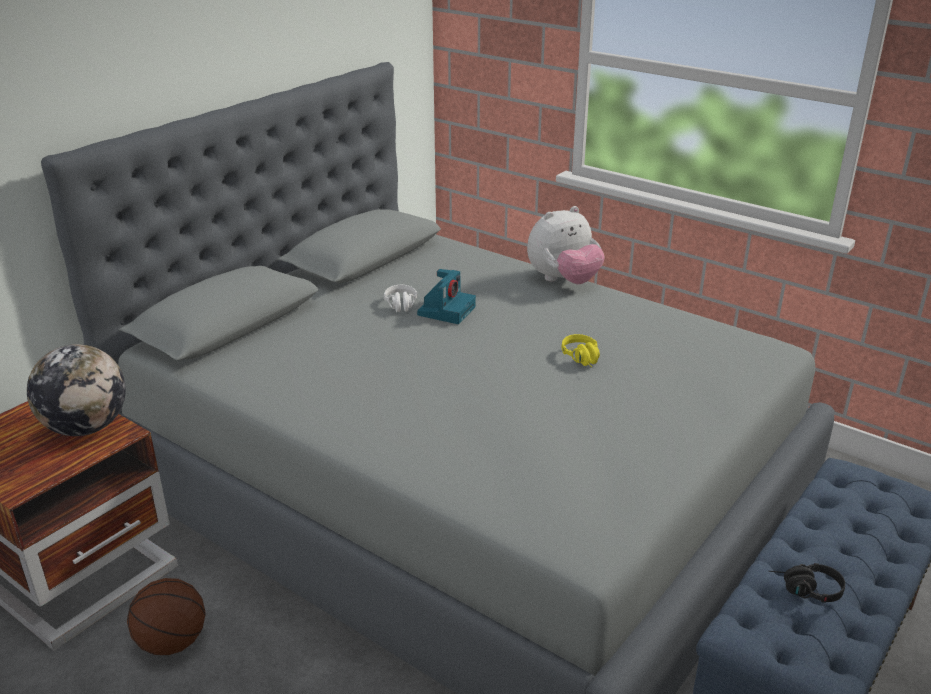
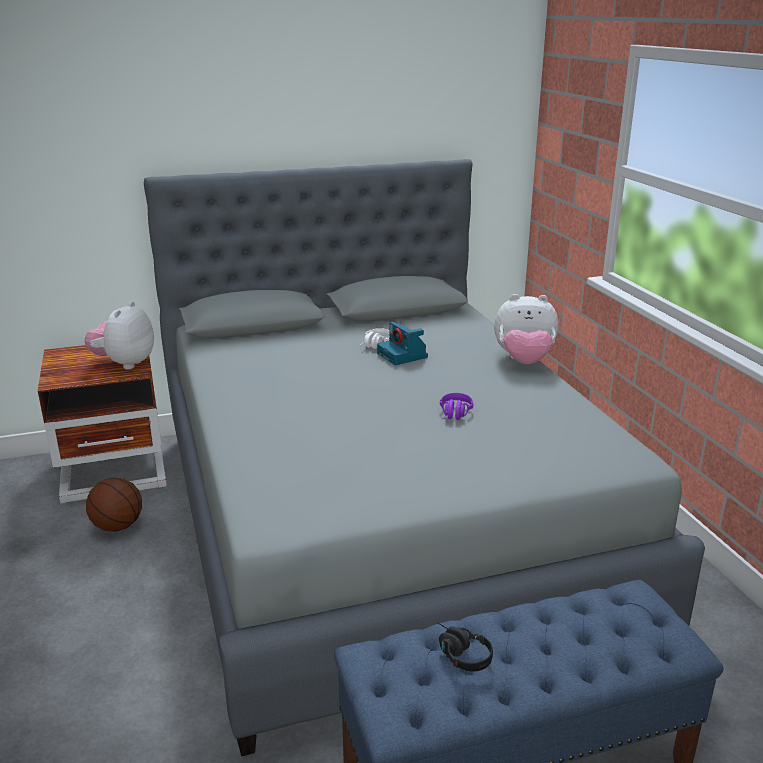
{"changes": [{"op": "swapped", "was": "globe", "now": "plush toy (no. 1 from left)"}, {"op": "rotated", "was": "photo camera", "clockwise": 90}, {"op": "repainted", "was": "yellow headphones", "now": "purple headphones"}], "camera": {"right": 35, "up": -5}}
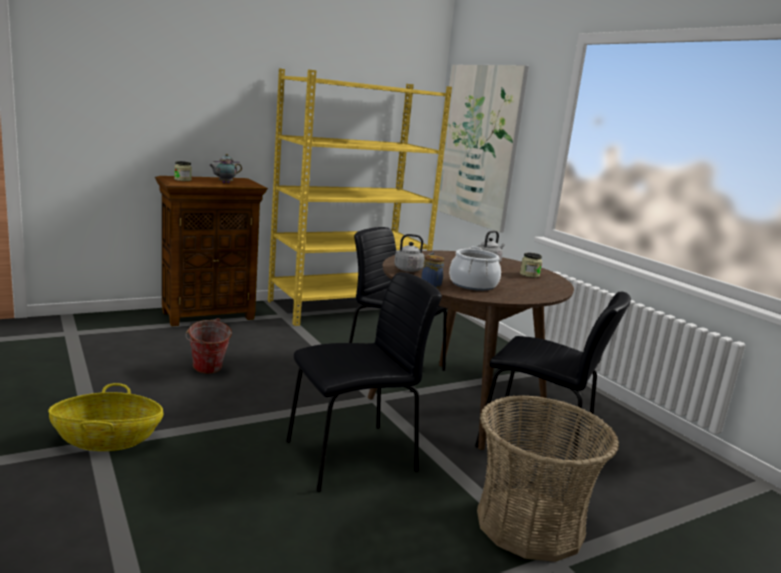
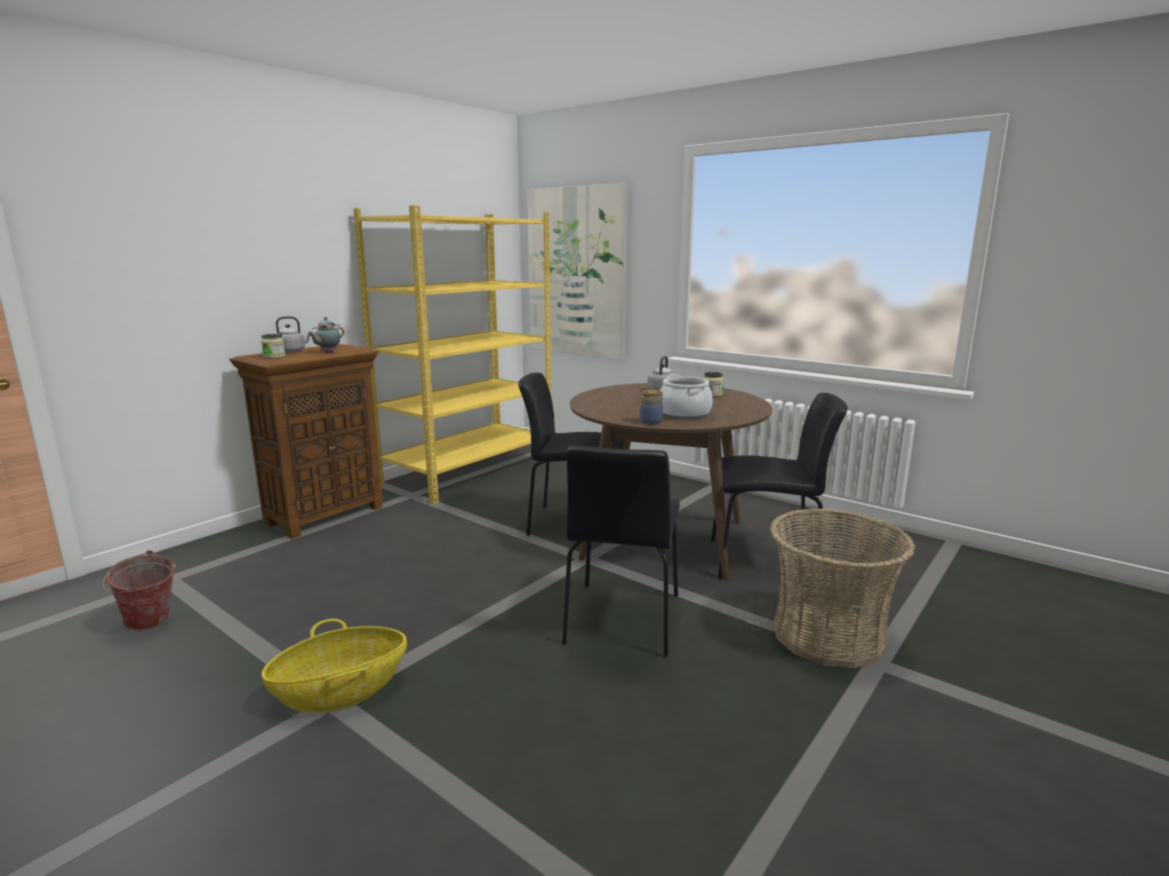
{"changes": [{"op": "shifted", "was": "bucket"}, {"op": "shifted", "was": "grey kettle (no. 1 from left)"}, {"op": "rotated", "was": "black chair (no. 1 from left in the first image)", "clockwise": 150}], "camera": {"right": -20, "up": 0}}
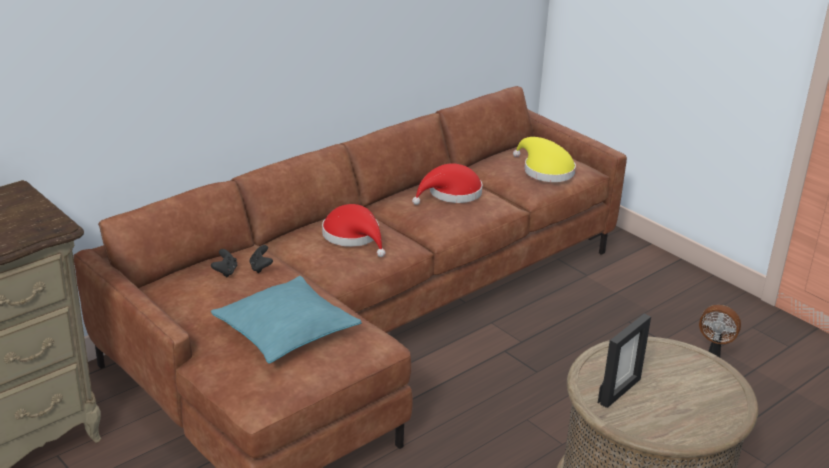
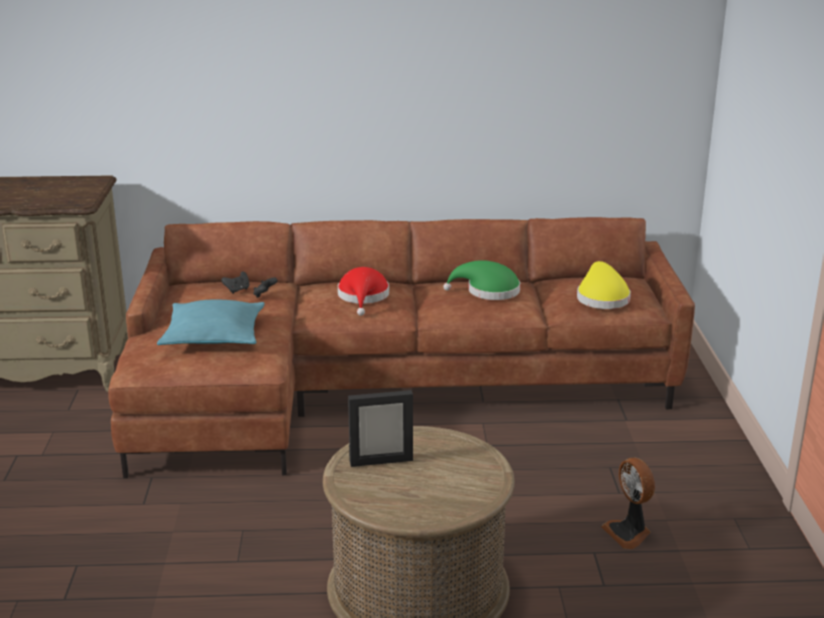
{"changes": [{"op": "repainted", "was": "red hat (no. 2 from left)", "now": "green hat"}], "camera": {"right": 40, "up": -5}}
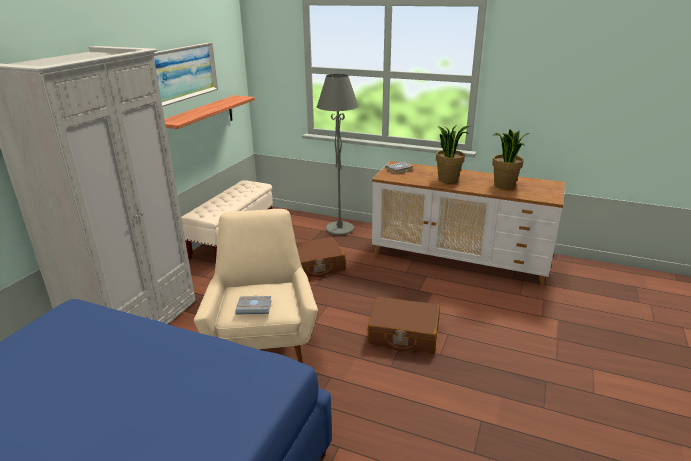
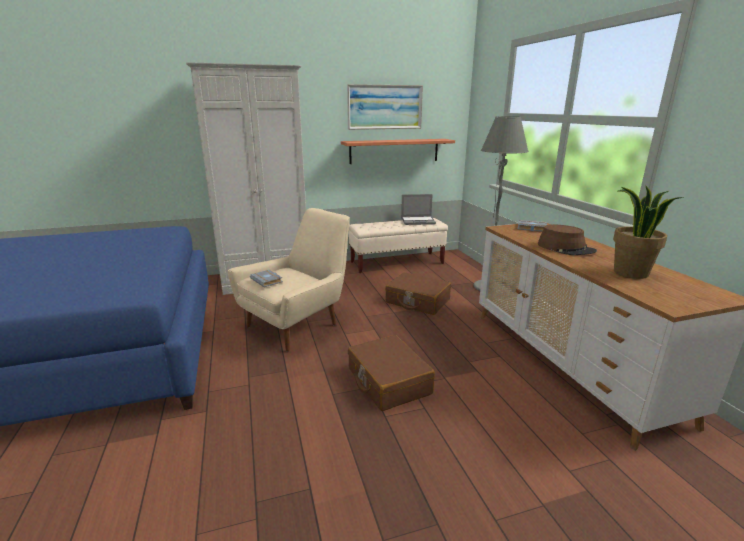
{"changes": [{"op": "new", "now": "laptop"}, {"op": "swapped", "was": "potted plant (no. 1 from left)", "now": "brown hat"}], "camera": {"right": 50, "up": -5}}
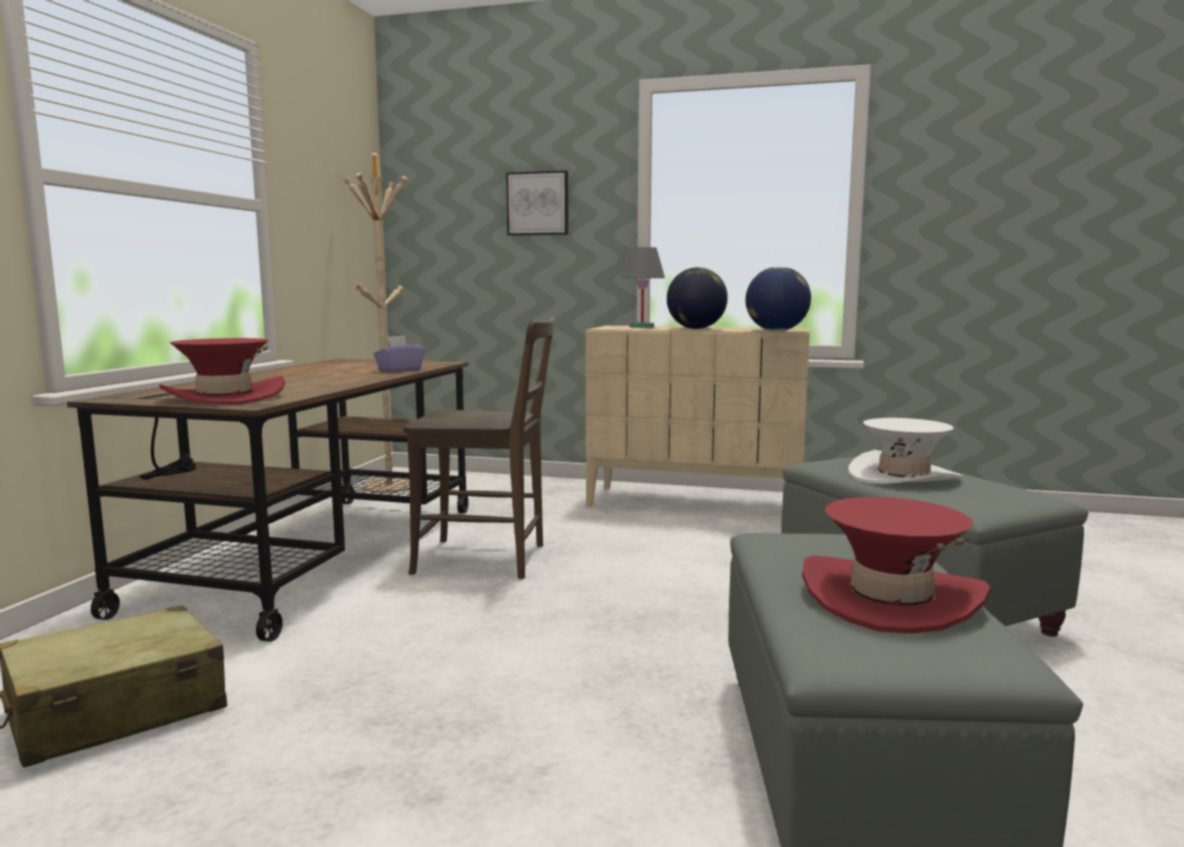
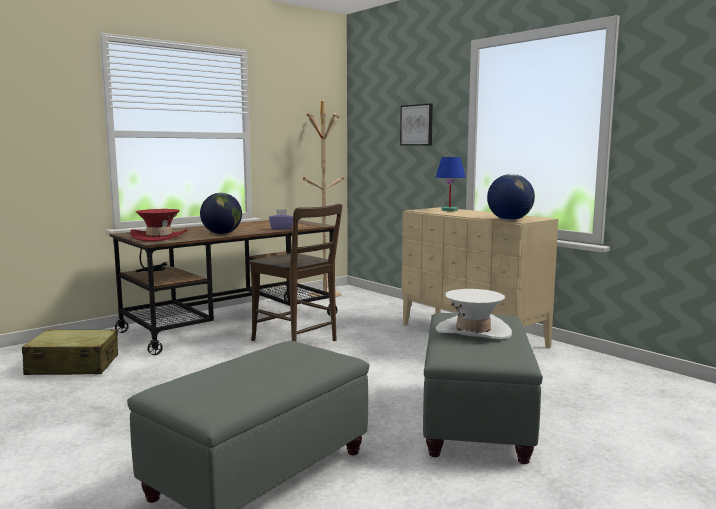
{"changes": [{"op": "shifted", "was": "globe (no. 1 from left)"}, {"op": "repainted", "was": "grey table lamp", "now": "blue table lamp"}, {"op": "gone", "was": "red hat (no. 2 from left)"}], "camera": {"right": 35, "up": 0}}
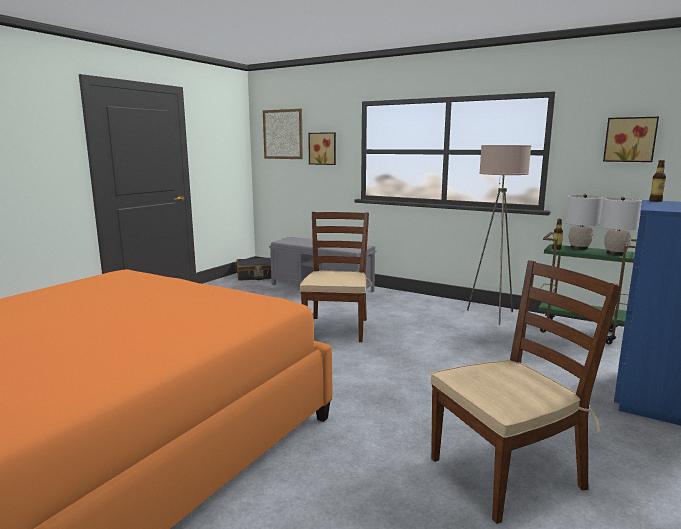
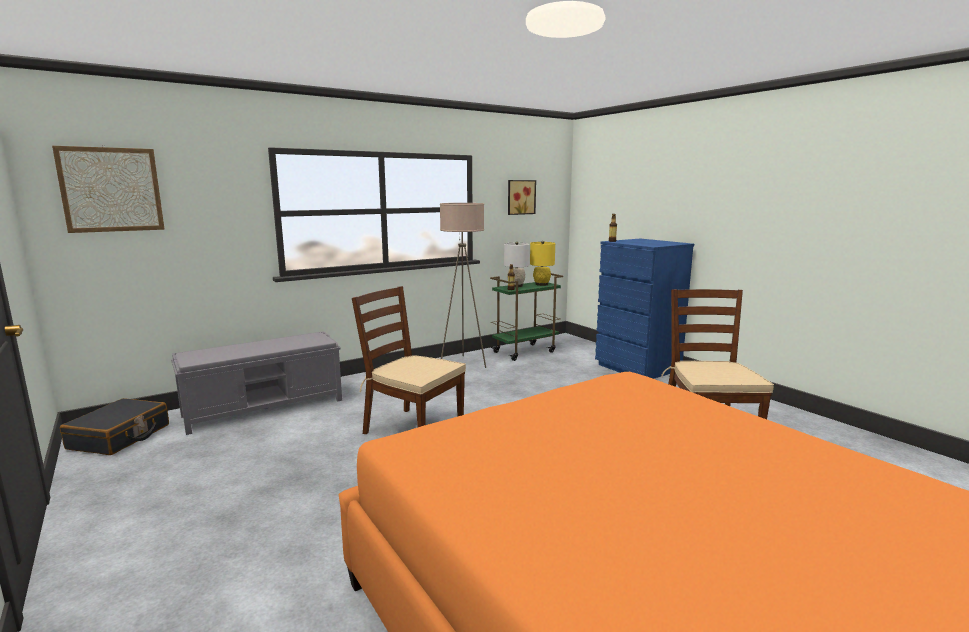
{"changes": [{"op": "repainted", "was": "white table lamp (no. 2 from left)", "now": "yellow table lamp"}, {"op": "gone", "was": "picture (no. 2 from left)"}], "camera": {"right": -65, "up": 0}}
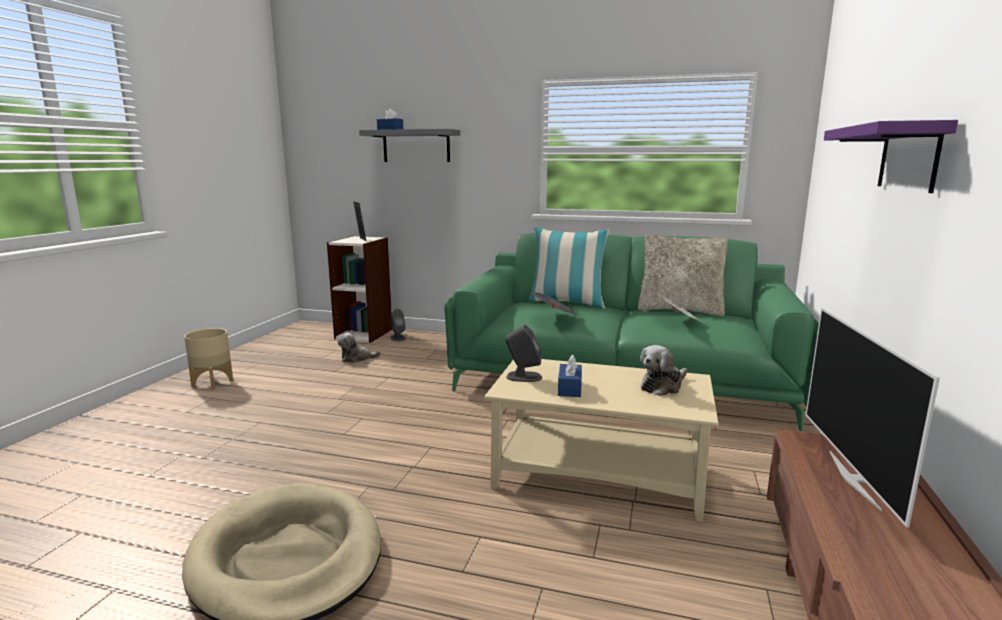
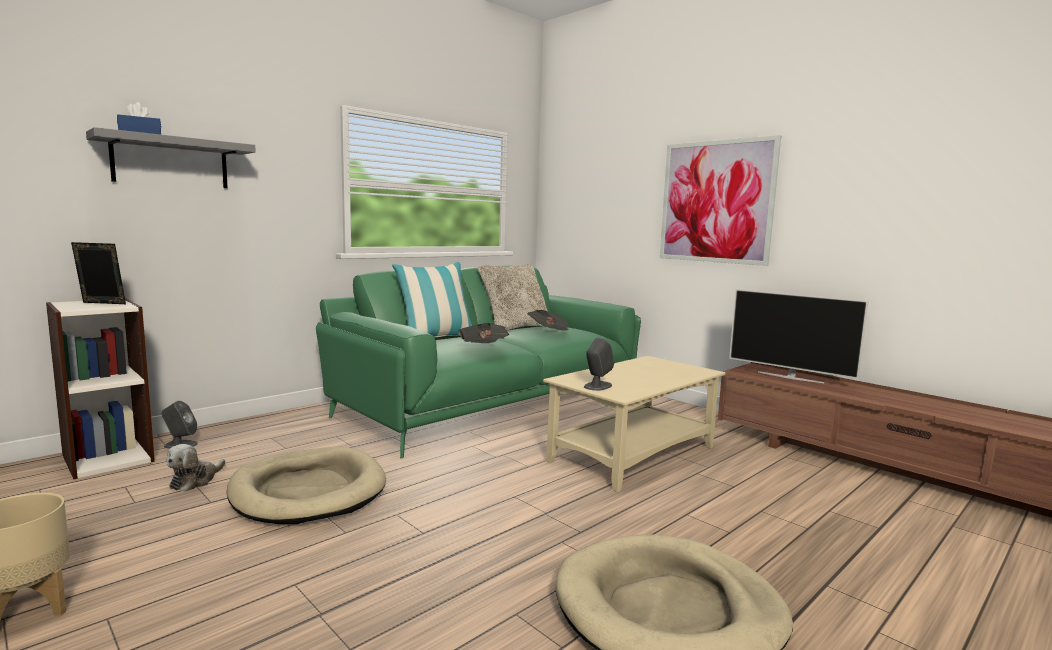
{"changes": [{"op": "new", "now": "beige dog bed (no. 1 from left)"}, {"op": "swapped", "was": "purple shelf", "now": "picture"}, {"op": "gone", "was": "blue tissue box (no. 2 from left)"}, {"op": "gone", "was": "plush toy (no. 2 from left)"}], "camera": {"right": -60, "up": -5}}
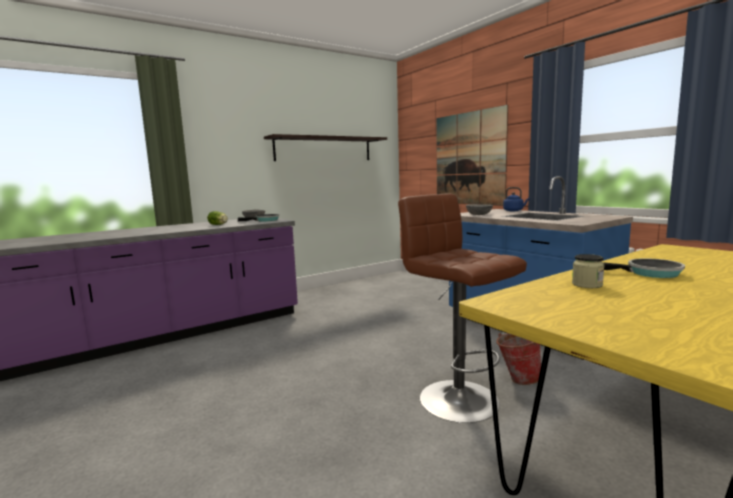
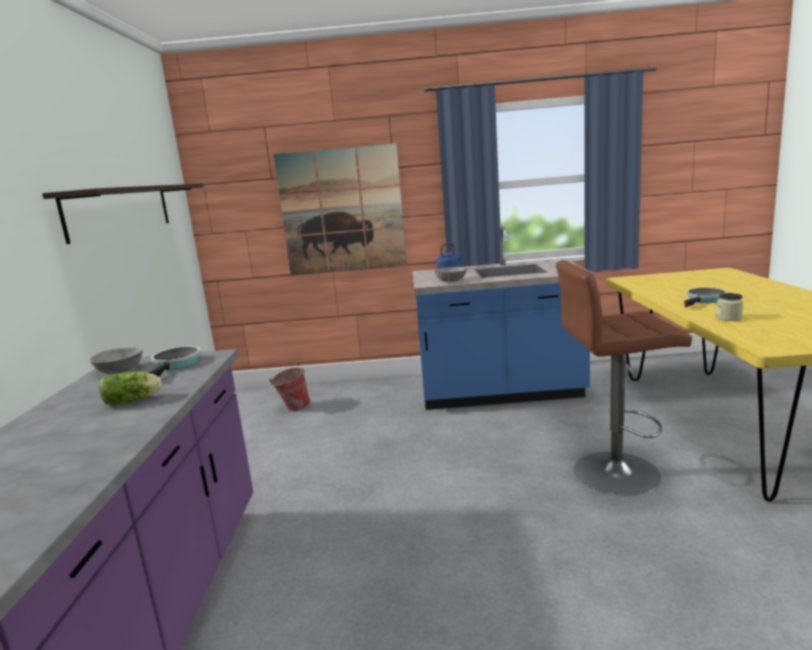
{"changes": [{"op": "shifted", "was": "bucket"}], "camera": {"right": -55, "up": 5}}
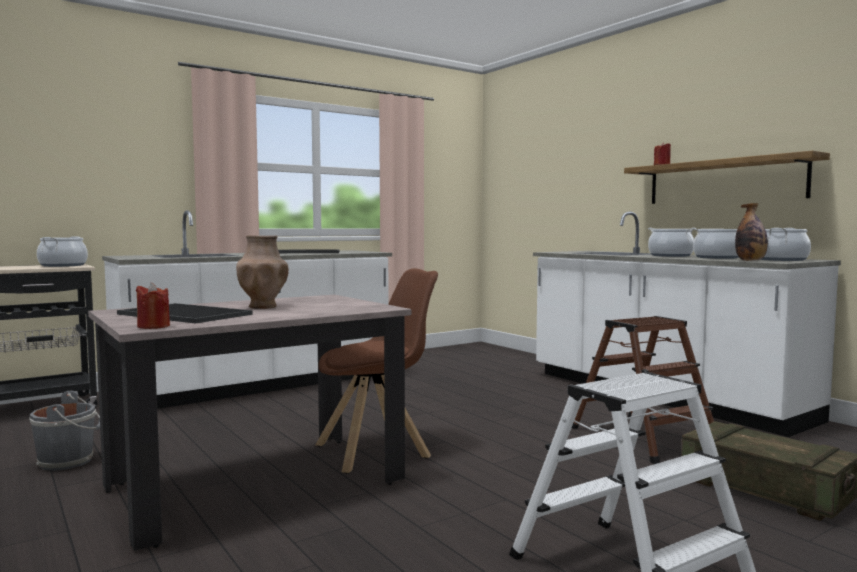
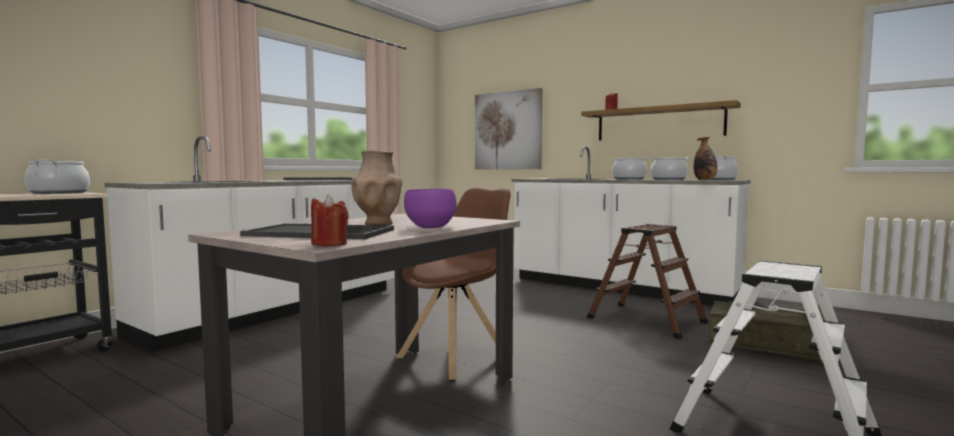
{"changes": [{"op": "new", "now": "purple bowl"}, {"op": "new", "now": "picture"}, {"op": "gone", "was": "grey bucket"}], "camera": {"right": -20, "up": 0}}
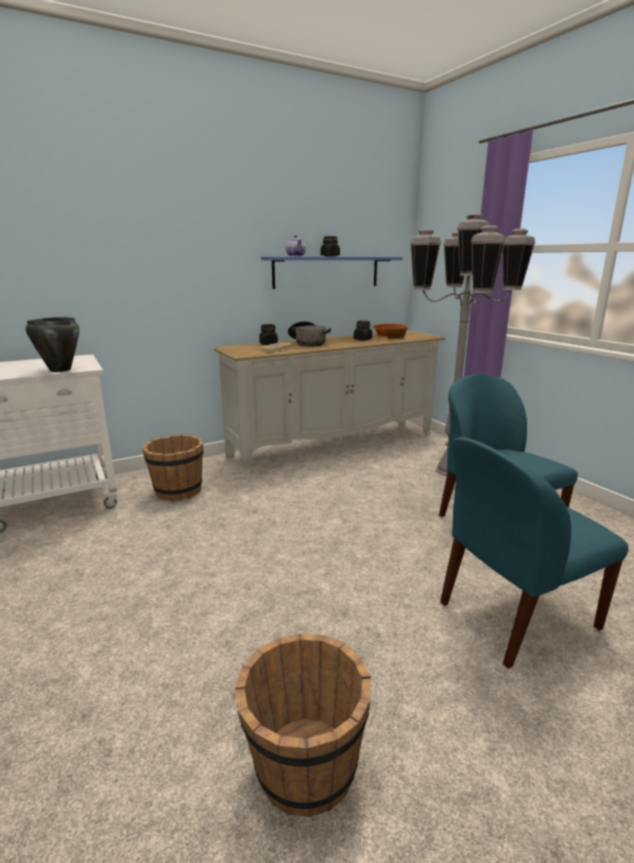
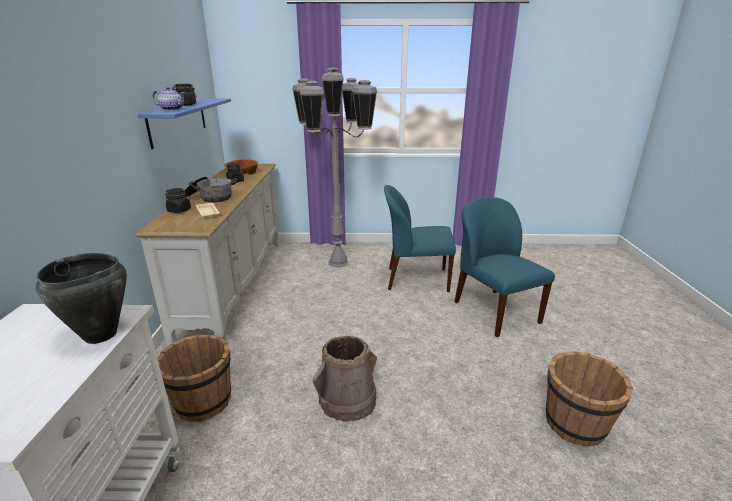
{"changes": [{"op": "new", "now": "brown bucket (no. 2 from left)"}, {"op": "rotated", "was": "blue chair (no. 2 from left)", "clockwise": 150}], "camera": {"right": -60, "up": 5}}
